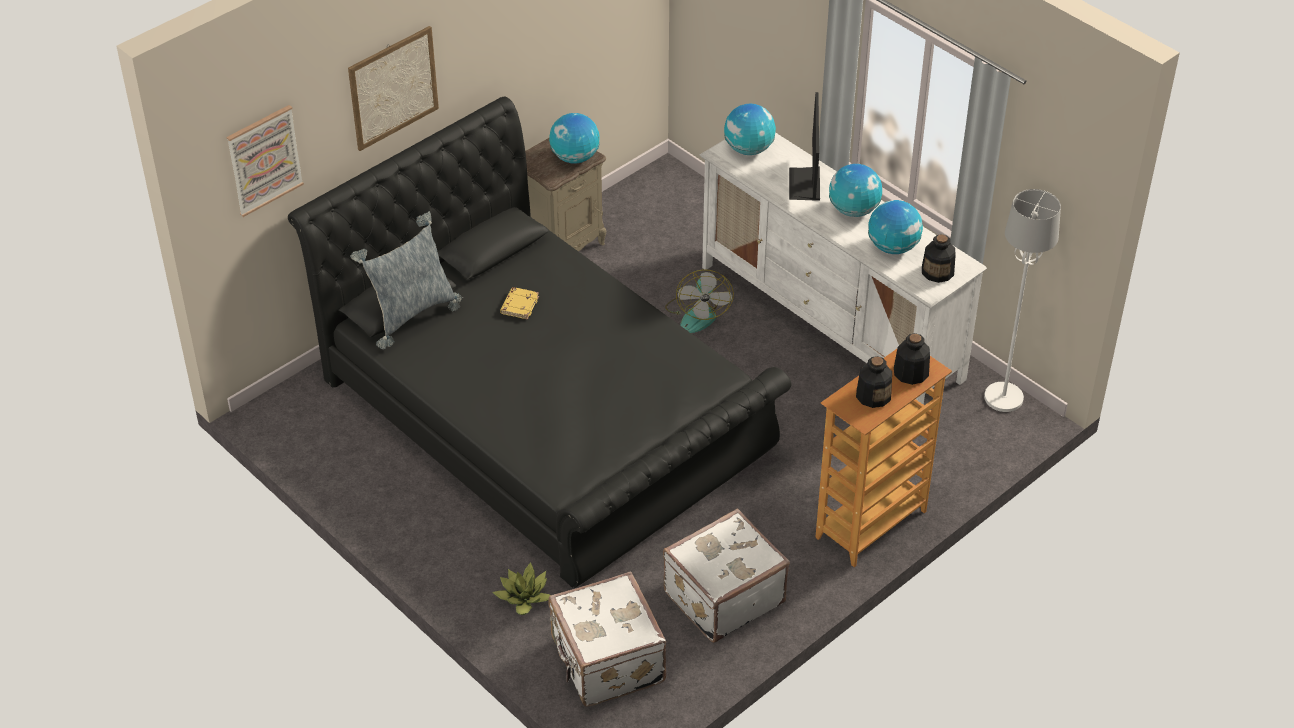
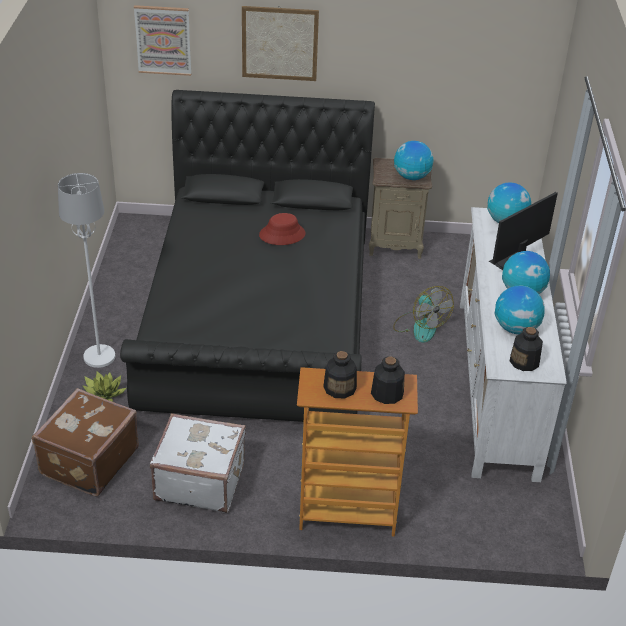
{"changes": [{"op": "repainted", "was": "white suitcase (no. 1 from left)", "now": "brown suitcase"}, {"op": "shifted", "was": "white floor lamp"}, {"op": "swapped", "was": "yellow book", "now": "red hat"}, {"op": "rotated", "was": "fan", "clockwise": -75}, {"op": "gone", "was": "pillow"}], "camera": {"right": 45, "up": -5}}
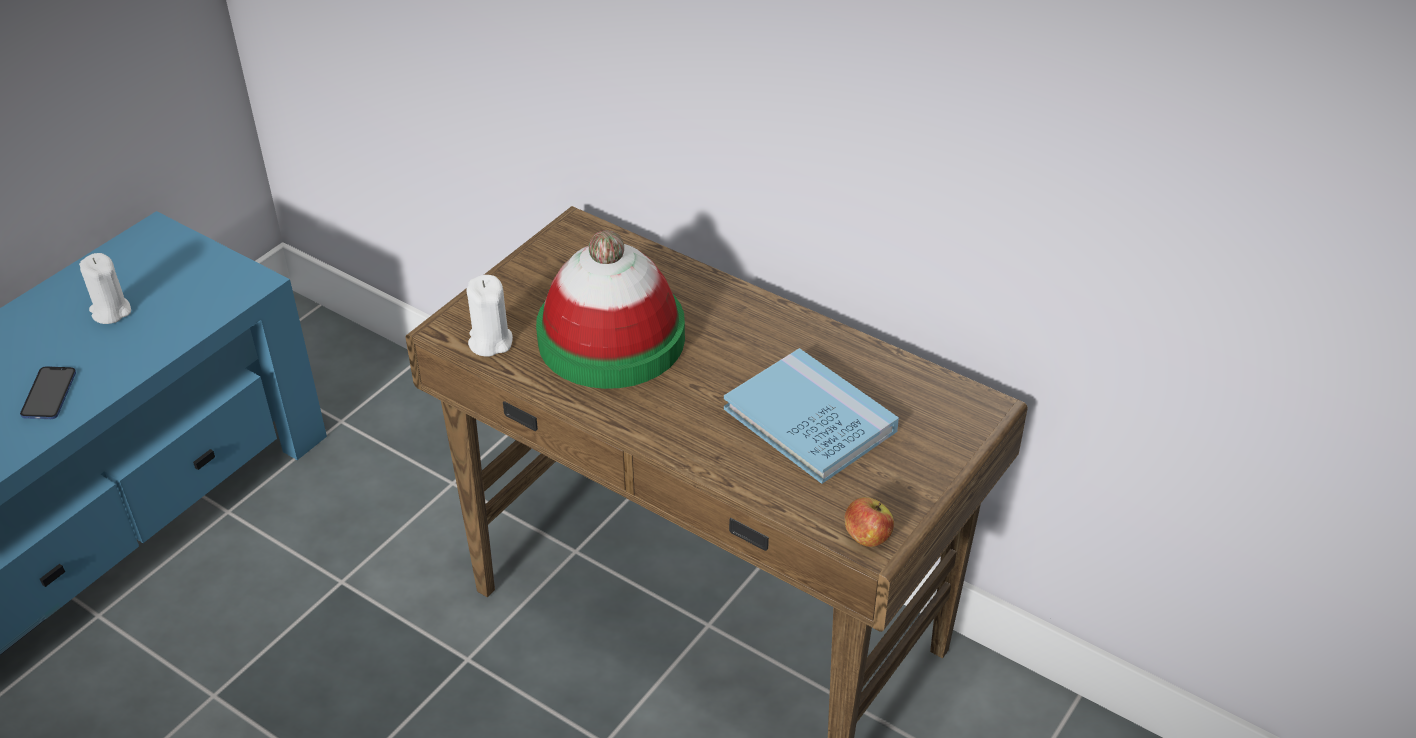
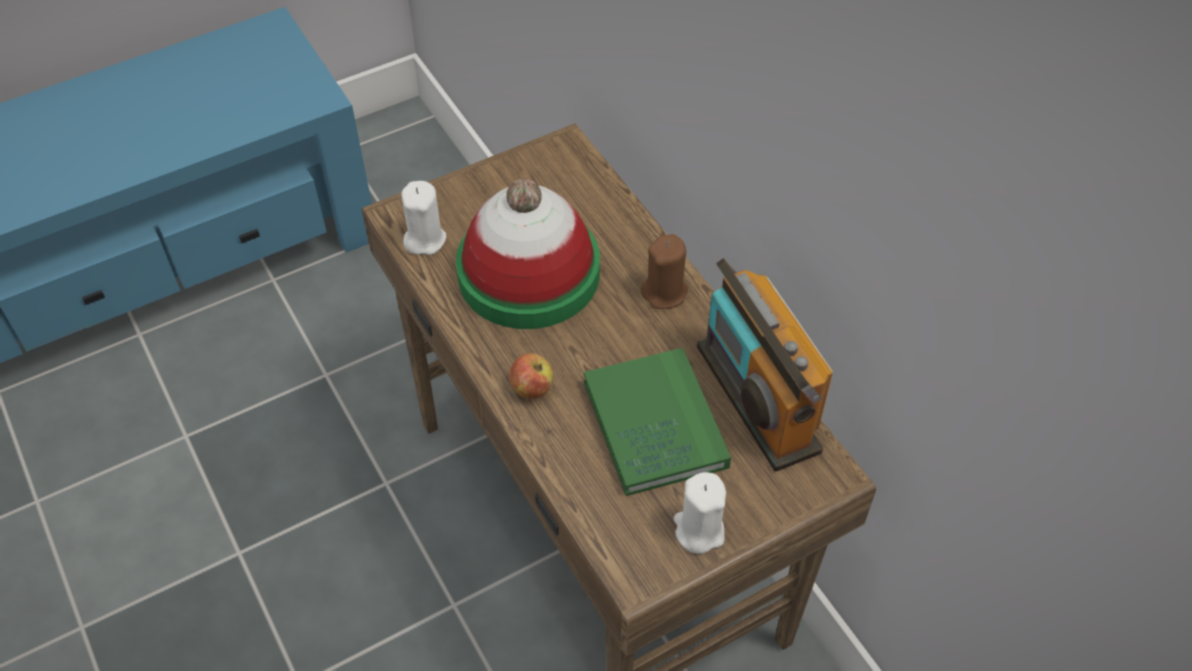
{"changes": [{"op": "shifted", "was": "apple"}, {"op": "repainted", "was": "blue book", "now": "green book"}, {"op": "new", "now": "brown candle"}, {"op": "shifted", "was": "white candle (no. 1 from left in the first image)", "now": "white candle (no. 2 from left)"}, {"op": "new", "now": "radio"}, {"op": "gone", "was": "phone"}], "camera": {"right": 25, "up": 10}}
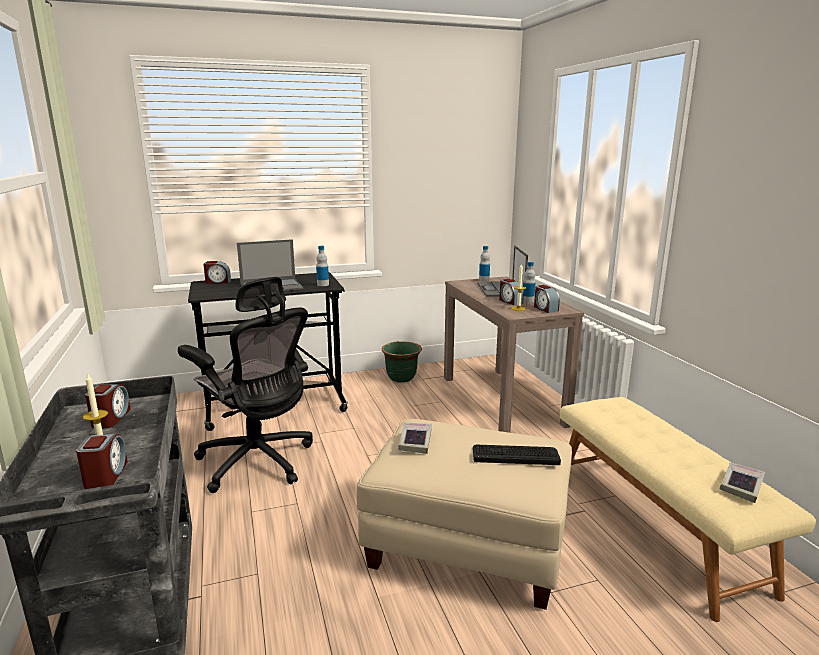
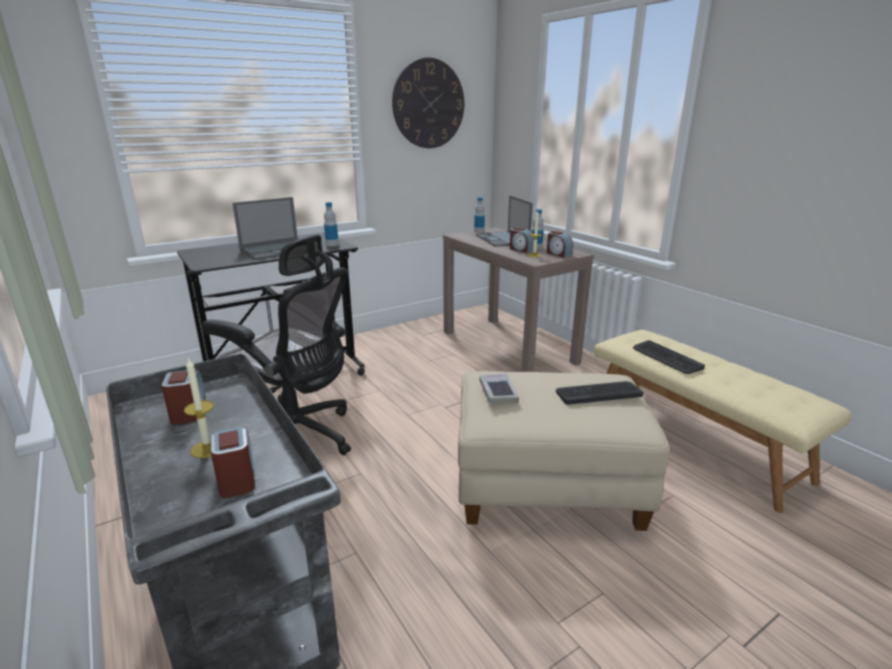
{"changes": [{"op": "new", "now": "wall clock"}, {"op": "new", "now": "keyboard (no. 2 from left)"}, {"op": "gone", "was": "alarm clock (no. 3 from left)"}, {"op": "gone", "was": "green planter"}, {"op": "gone", "was": "book (no. 2 from left)"}], "camera": {"right": -15, "up": 5}}
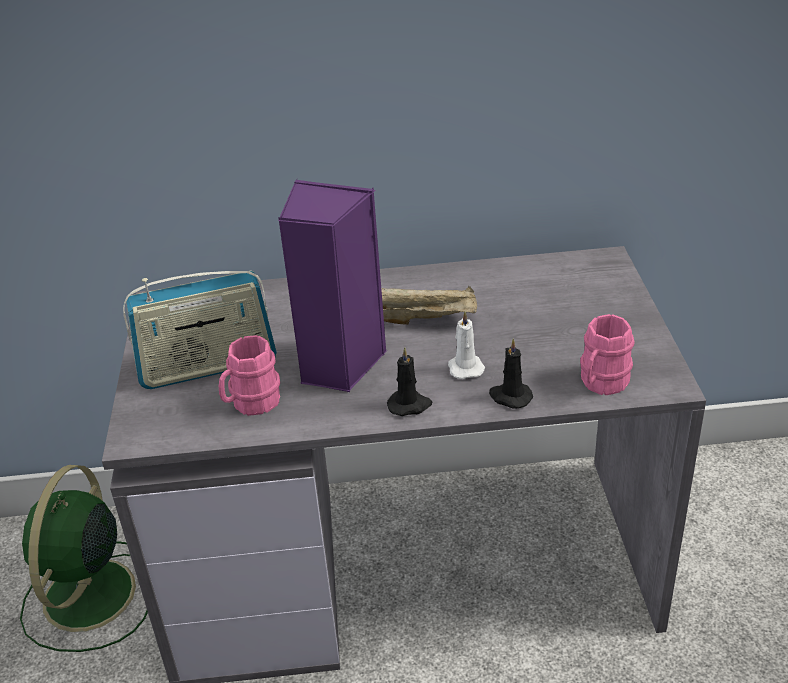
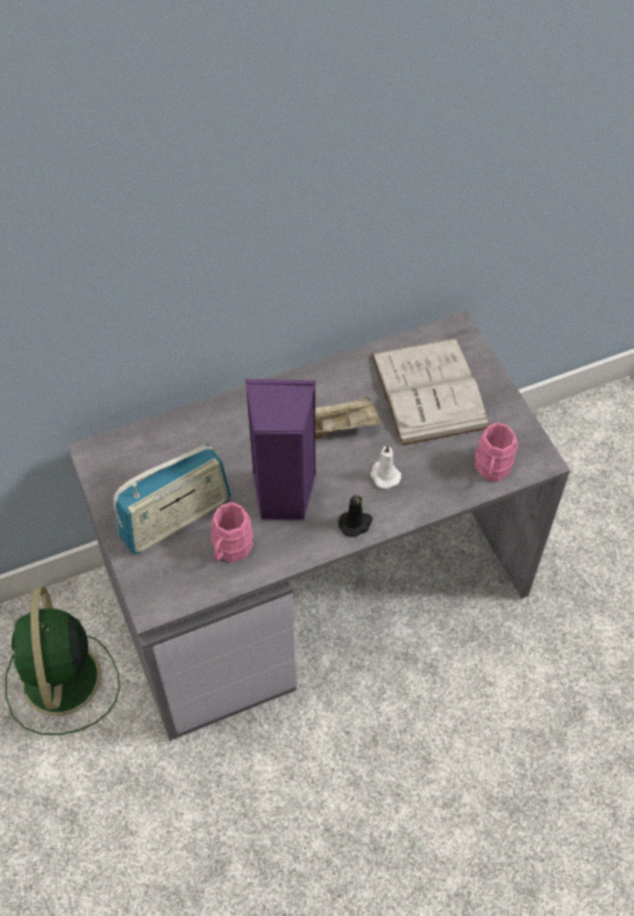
{"changes": [{"op": "new", "now": "white book"}, {"op": "gone", "was": "black candle (no. 2 from left)"}], "camera": {"right": -20, "up": 20}}
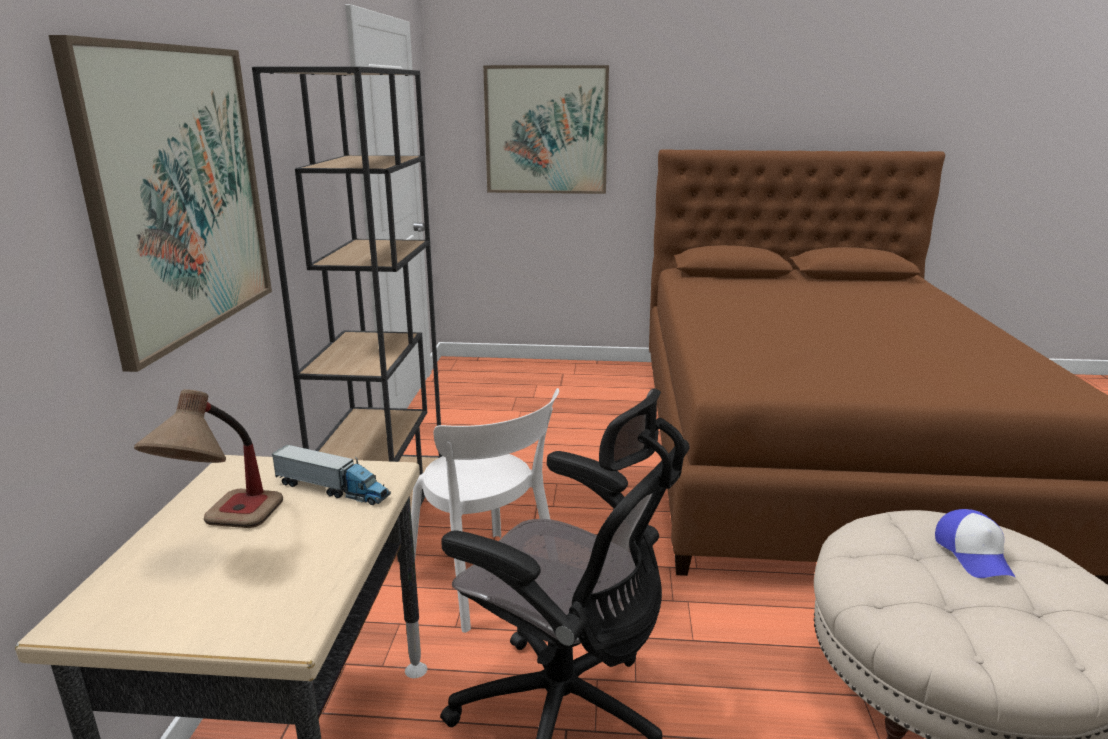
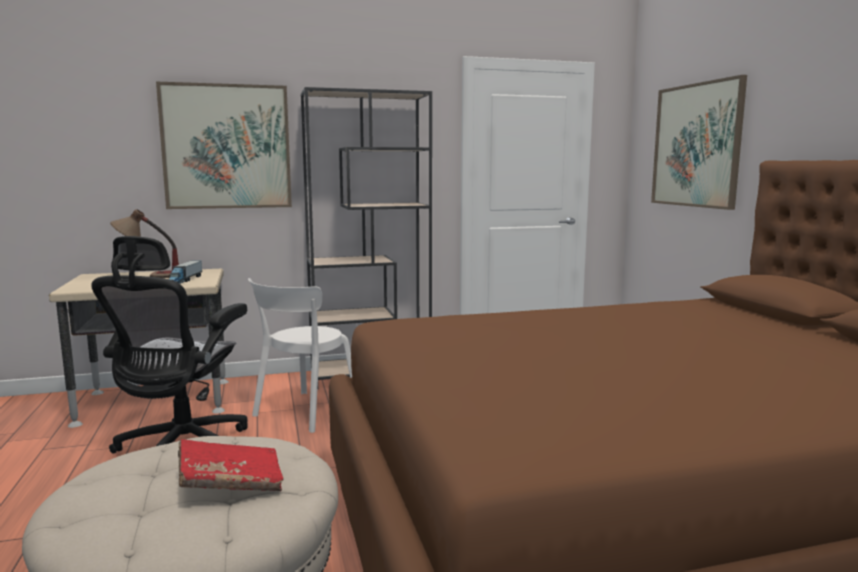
{"changes": [{"op": "swapped", "was": "cap", "now": "red book"}], "camera": {"right": 70, "up": -10}}
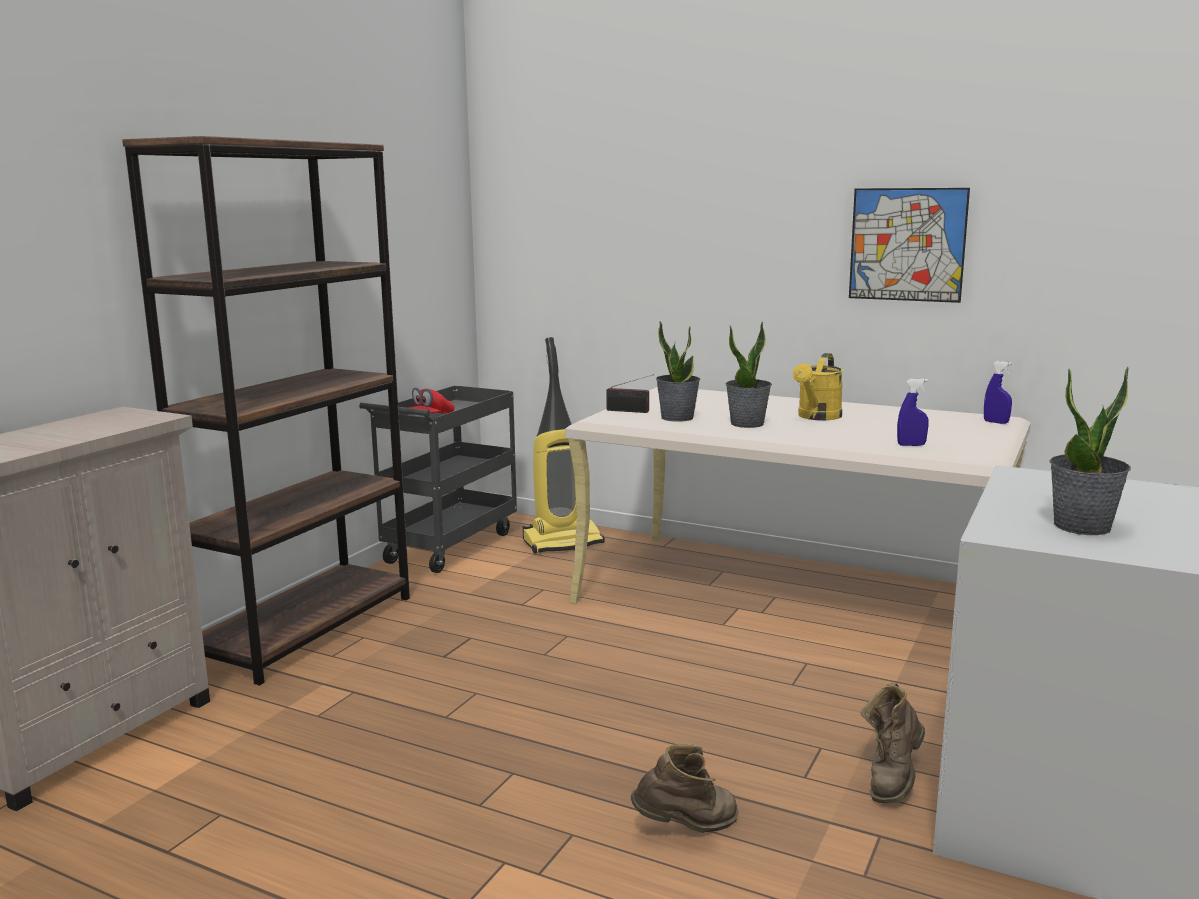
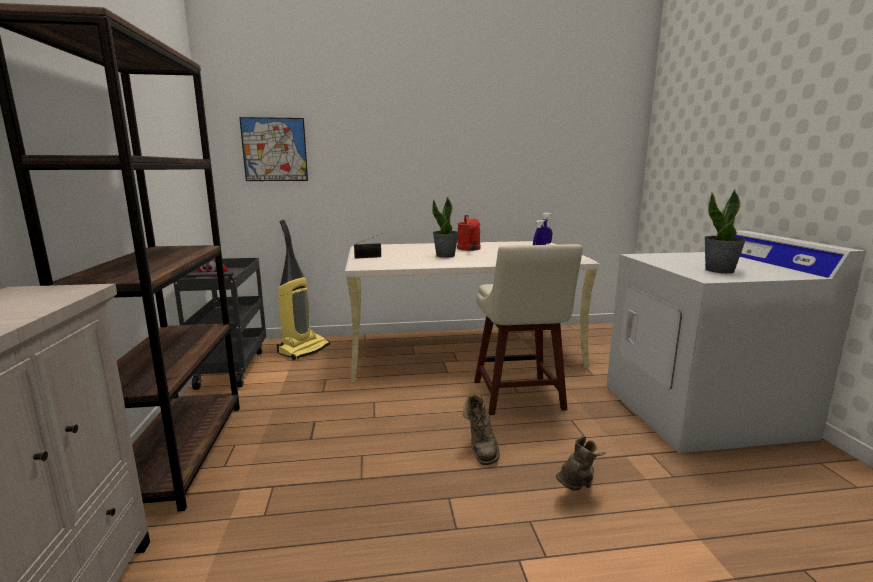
{"changes": [{"op": "shifted", "was": "picture"}, {"op": "repainted", "was": "yellow watering can", "now": "red watering can"}, {"op": "shifted", "was": "brown boot (no. 2 from left in the first image)", "now": "brown boot (no. 1 from left)"}, {"op": "new", "now": "beige stool"}, {"op": "gone", "was": "potted plant (no. 1 from left)"}], "camera": {"right": -35, "up": 0}}
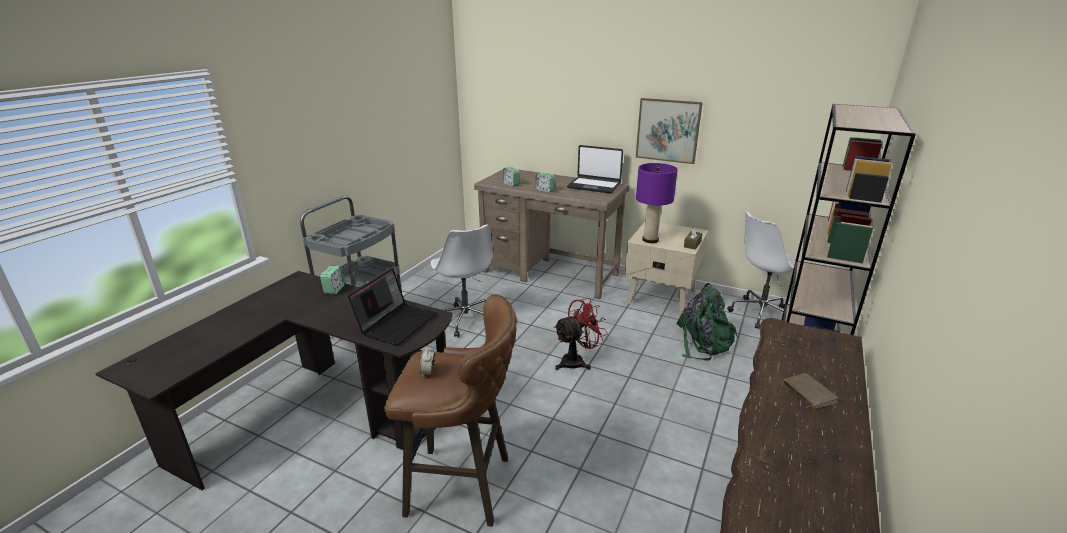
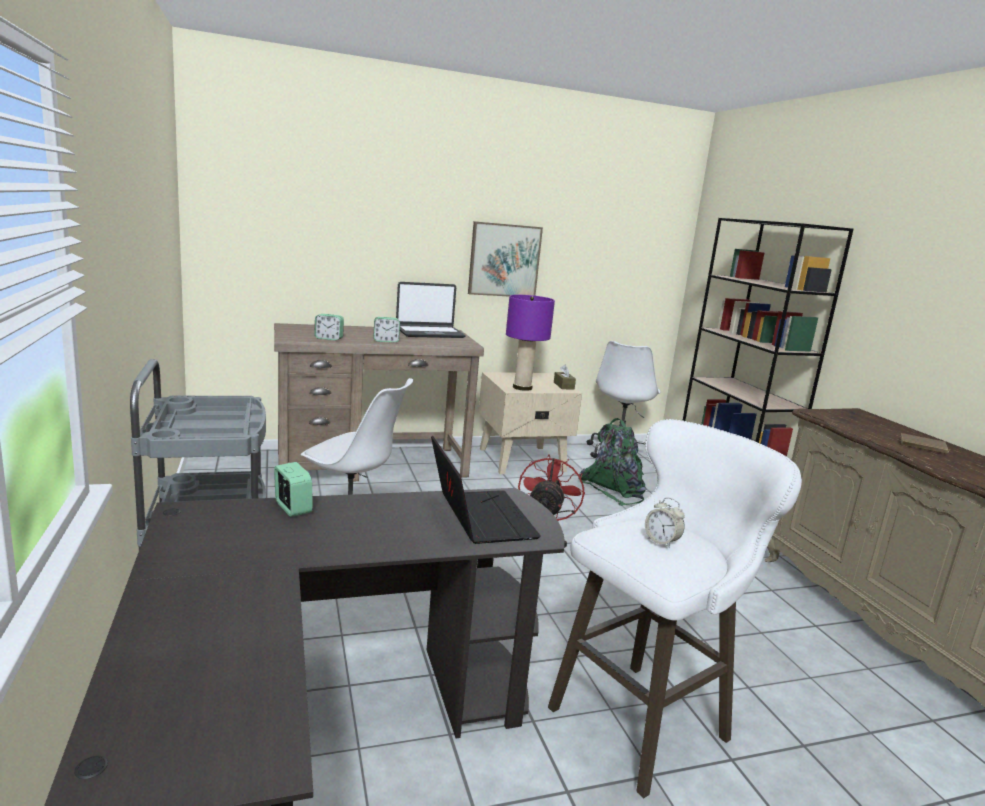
{"changes": [{"op": "repainted", "was": "brown stool", "now": "white stool"}], "camera": {"right": -45, "up": -10}}
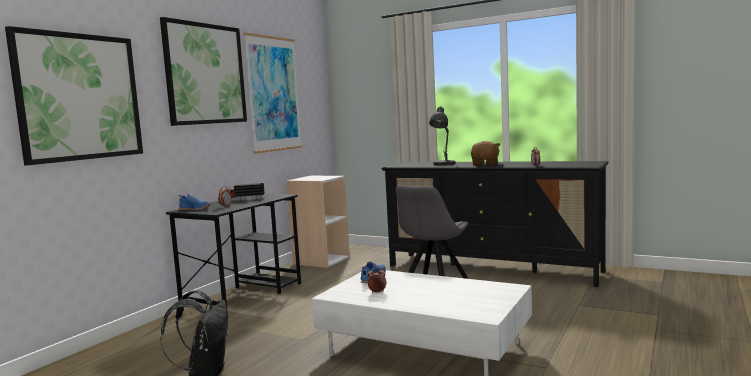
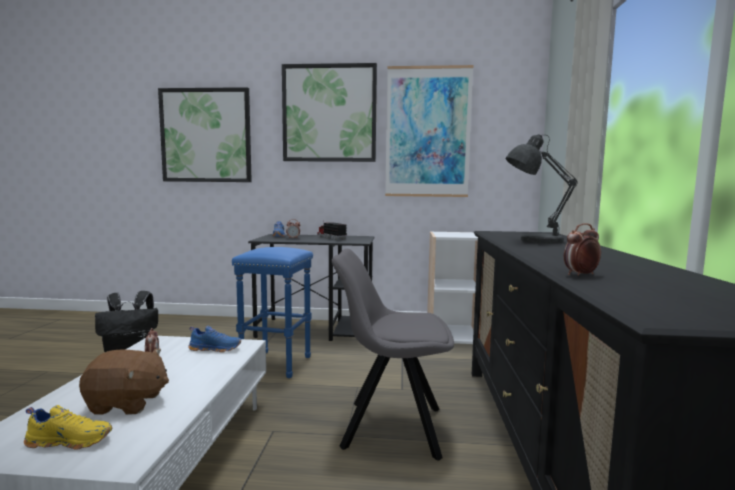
{"changes": [{"op": "new", "now": "yellow shoe"}, {"op": "shifted", "was": "brown plush toy"}, {"op": "new", "now": "blue stool"}], "camera": {"right": 65, "up": 0}}
